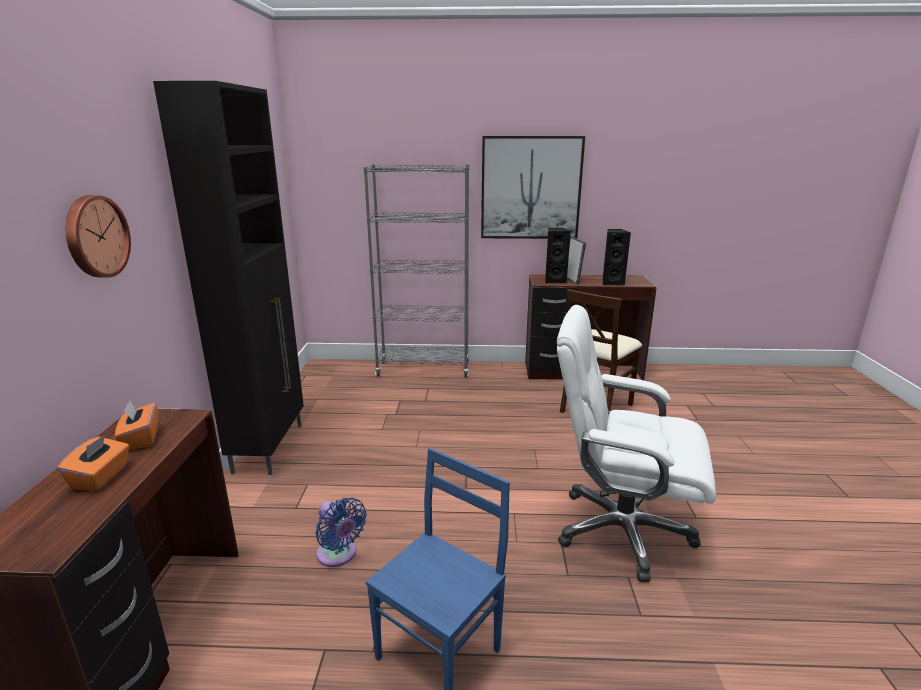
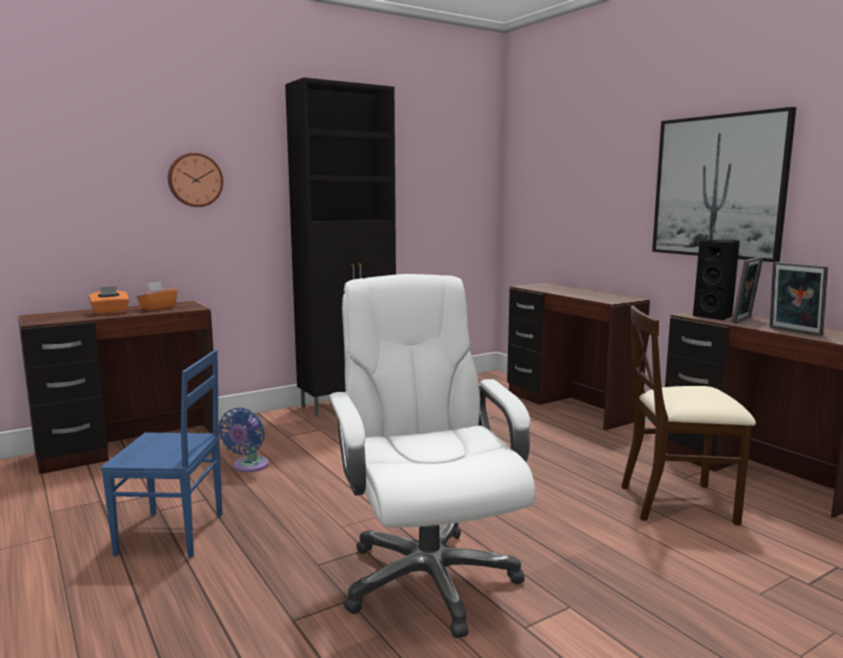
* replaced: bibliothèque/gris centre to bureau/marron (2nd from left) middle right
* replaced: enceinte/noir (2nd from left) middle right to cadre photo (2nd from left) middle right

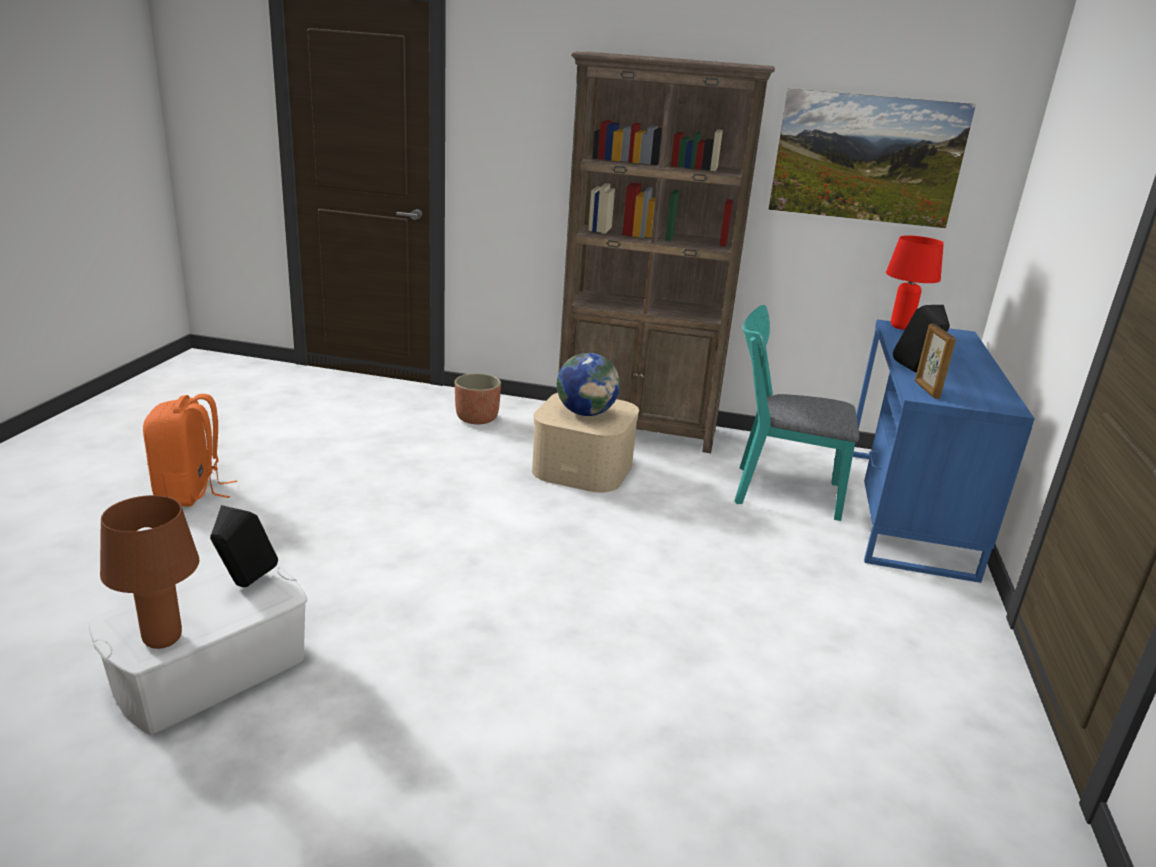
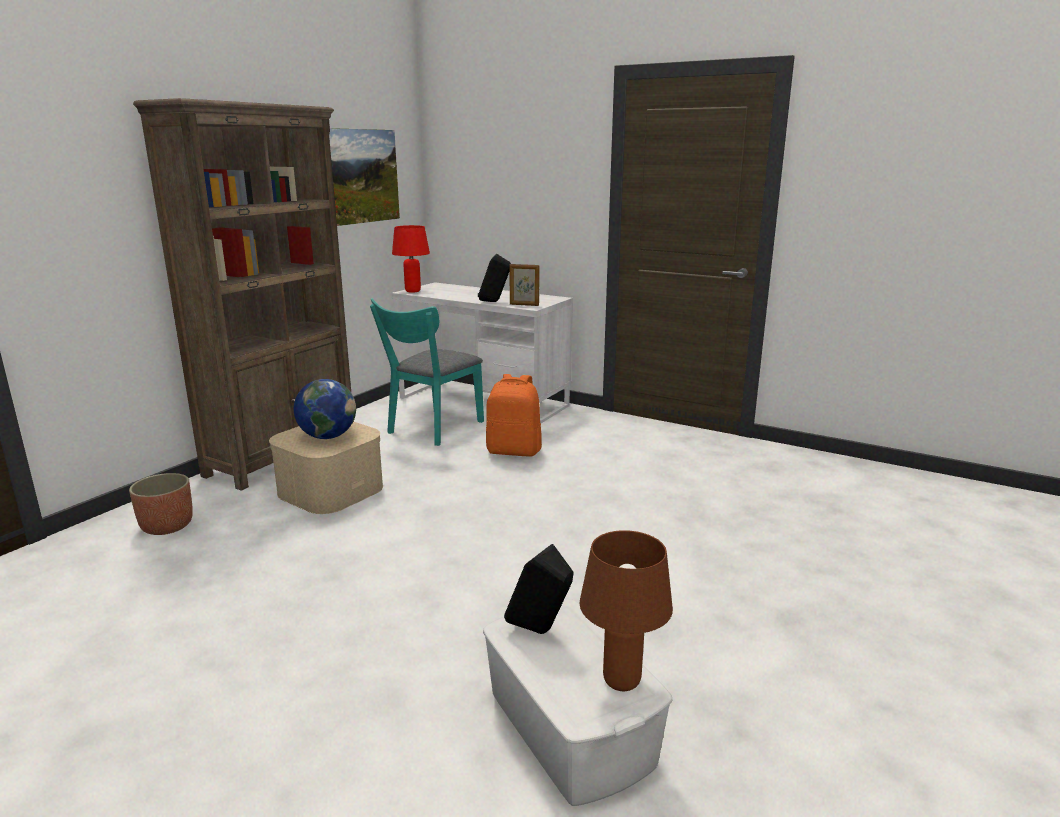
* moved: sac à dos/orange middle left to centre
* recoloured: bureau/bleu middle right to bureau/blanc centre

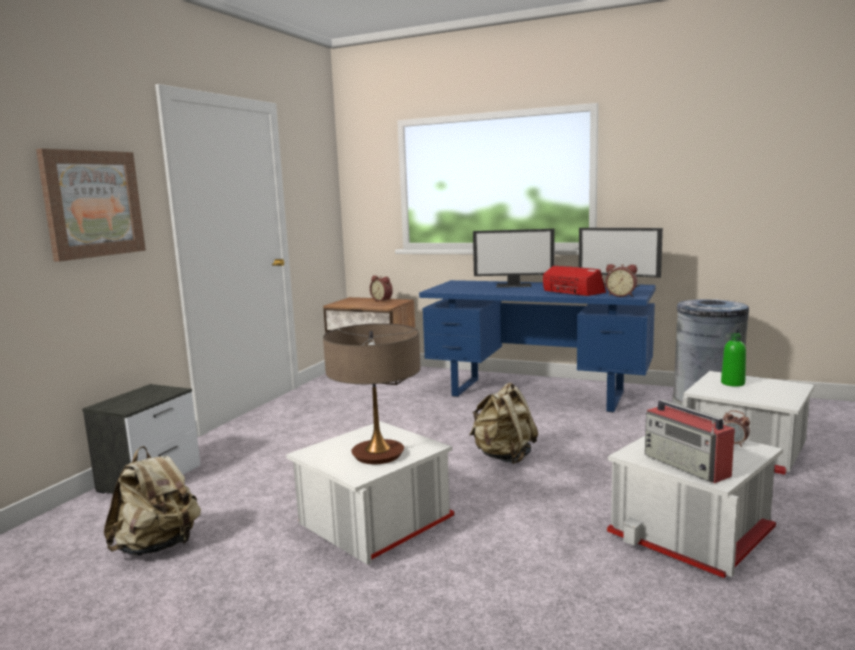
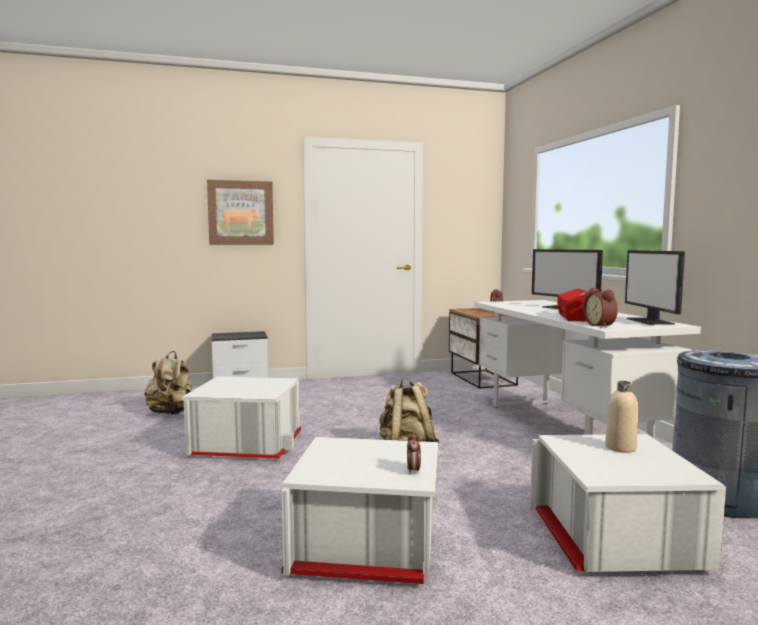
* removed: lampe de table centre
* recoloured: bureau/bleu centre to bureau/blanc middle right
* removed: radio (2nd from left) bottom right
* recoloured: bouteille/vert middle right to bouteille/beige bottom right

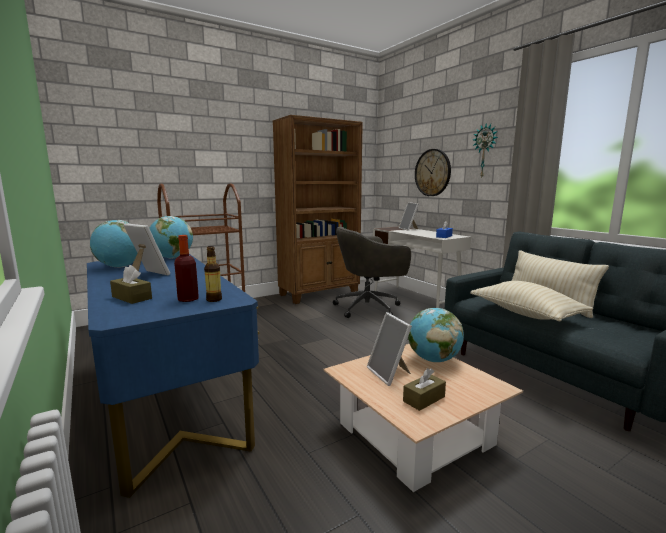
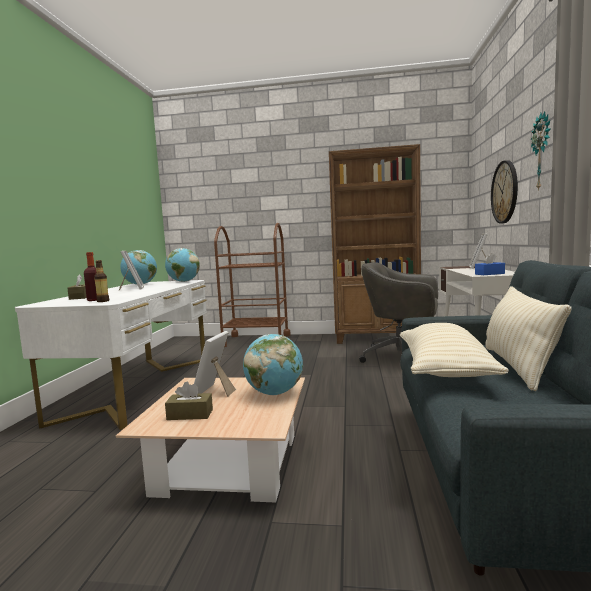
* recoloured: bureau/bleu bottom left to bureau/blanc (1st from left) middle left

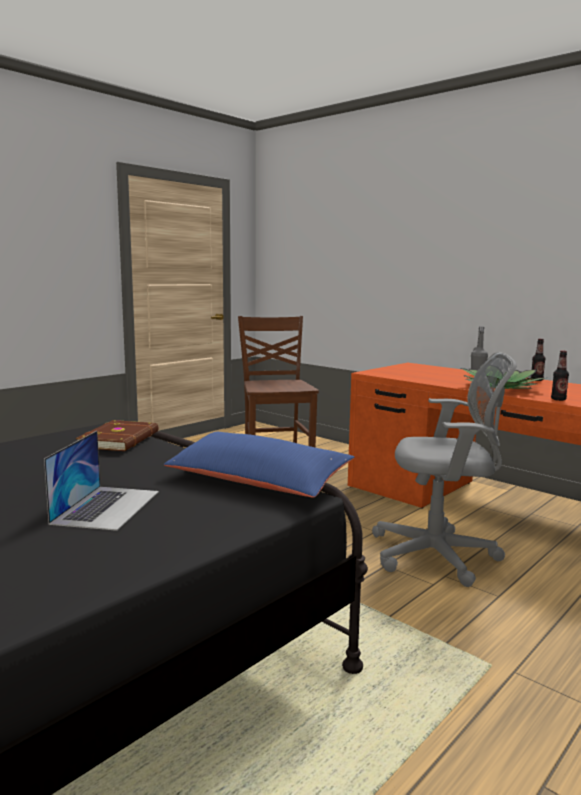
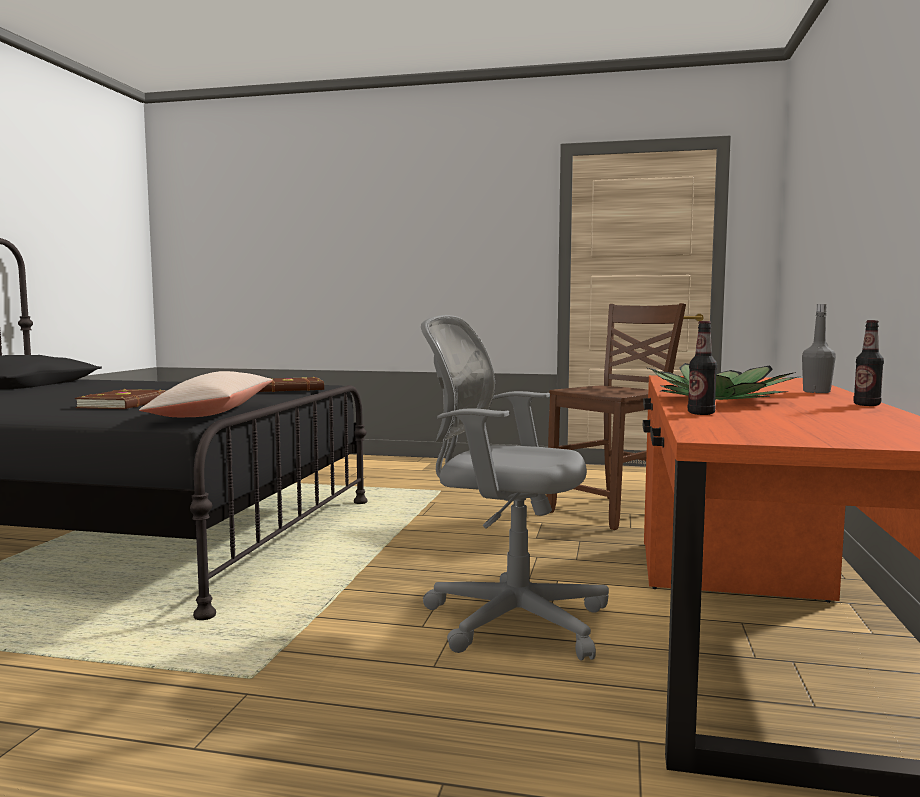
* replaced: ordinateur portable middle left to livre/marron (1st from left) middle left
* recoloured: coussin/bleu centre to coussin/beige middle left
* turned: chaise de bureau/gris middle right = centre 135 degrees clockwise

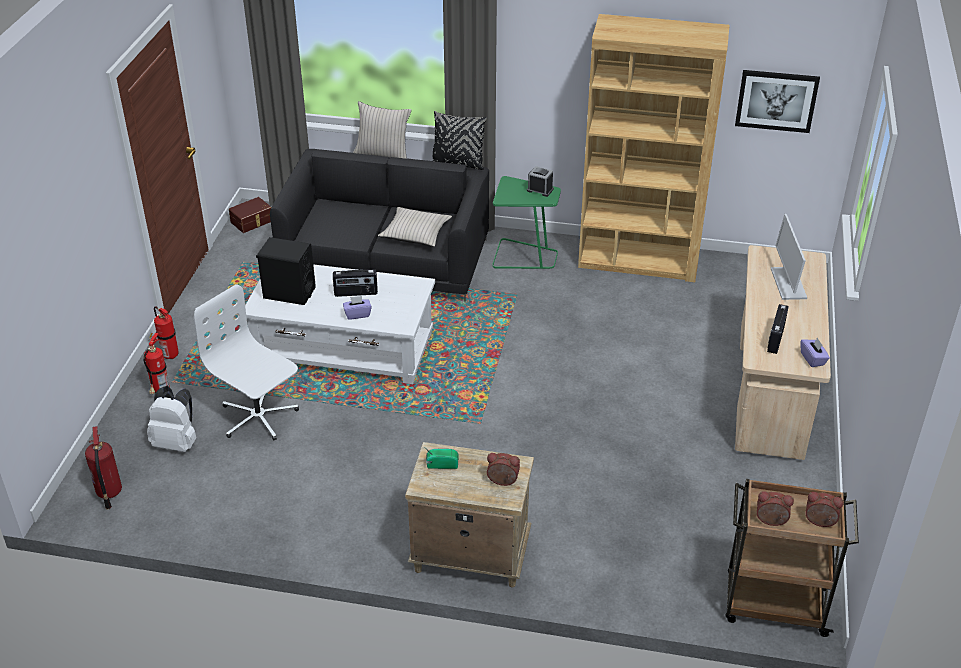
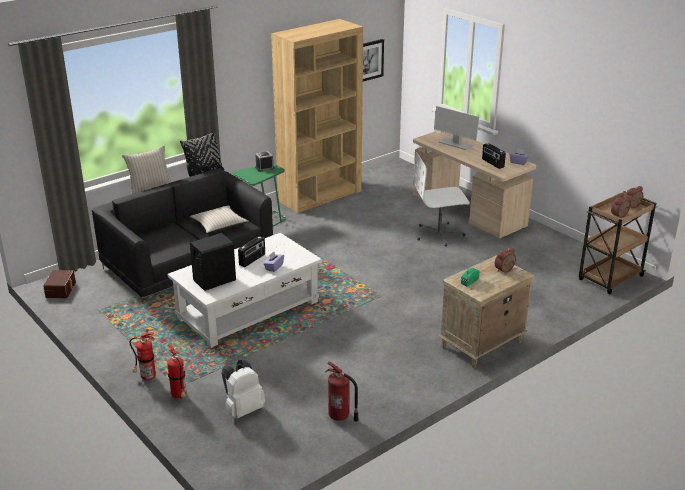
* moved: extincteur (1st from left in the first image) bottom left to extincteur (3rd from left) bottom centre
* moved: chaise de bureau/blanc middle left to centre

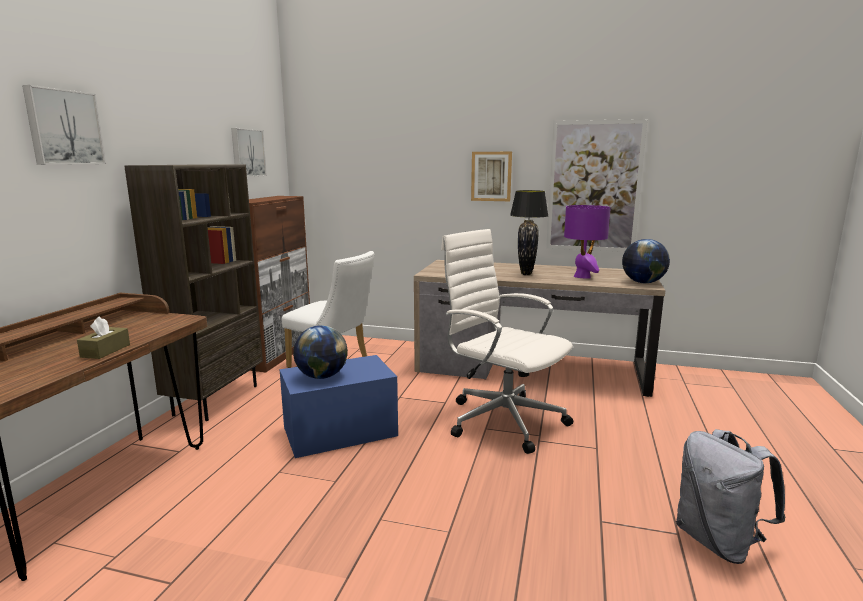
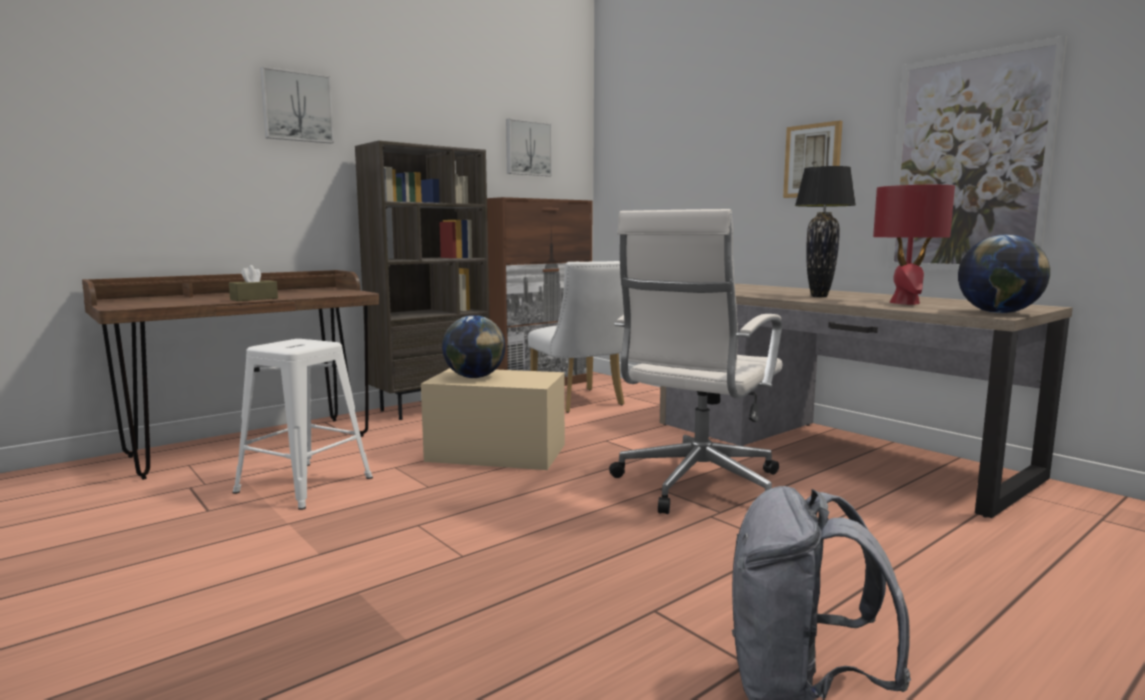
* recoloured: boîte de rangement/bleu bottom centre to boîte de rangement/beige centre
* turned: chaise de bureau/blanc centre = centre 135 degrees counterclockwise
* recoloured: lampe de table/violet middle right to lampe de table/rouge middle right
* added: tabouret/blanc middle left

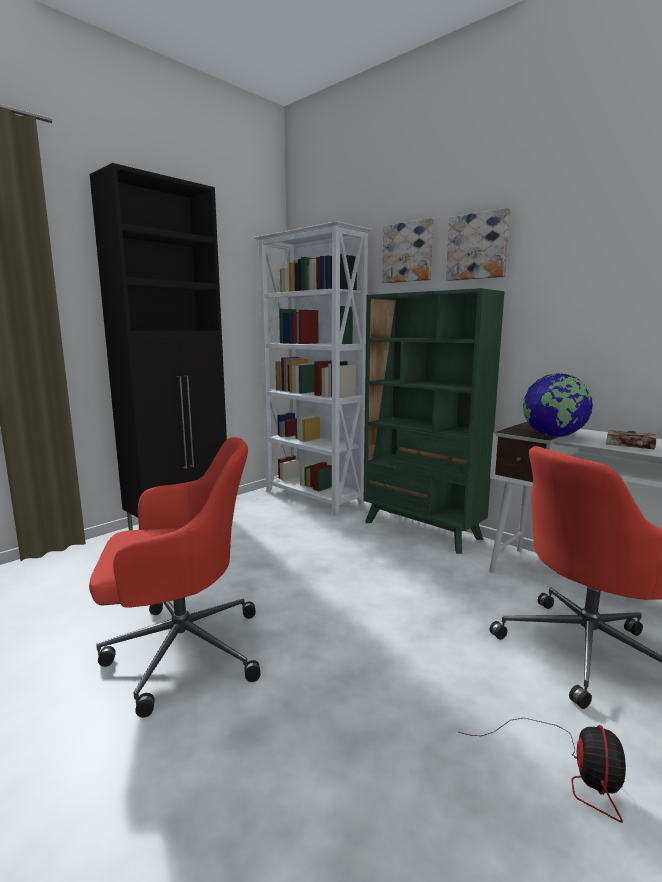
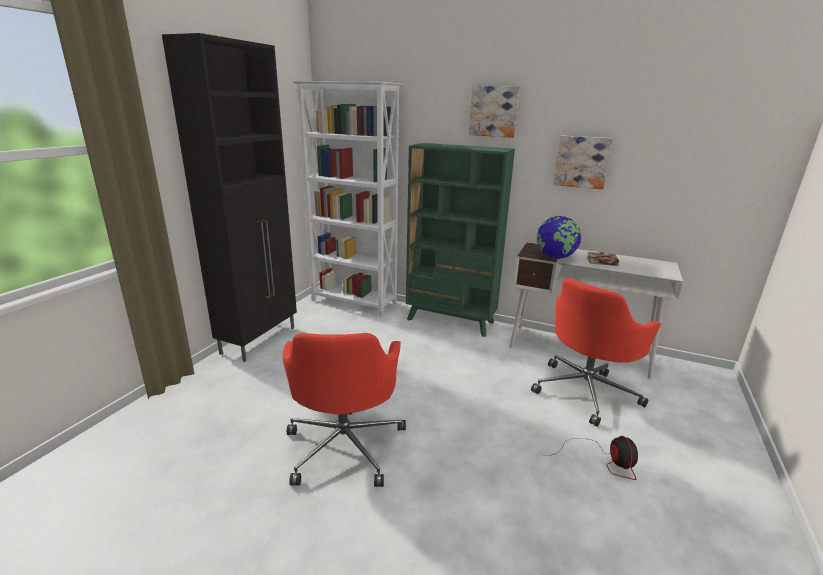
* turned: chaise de bureau/rouge (1st from left) middle left = bottom centre 120 degrees clockwise
* moved: tableau (1st from left in the first image) top centre to tableau (2nd from left) top right

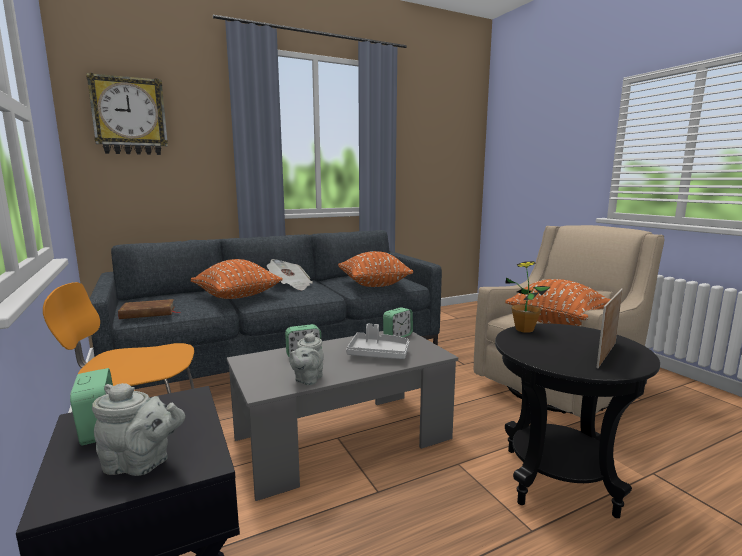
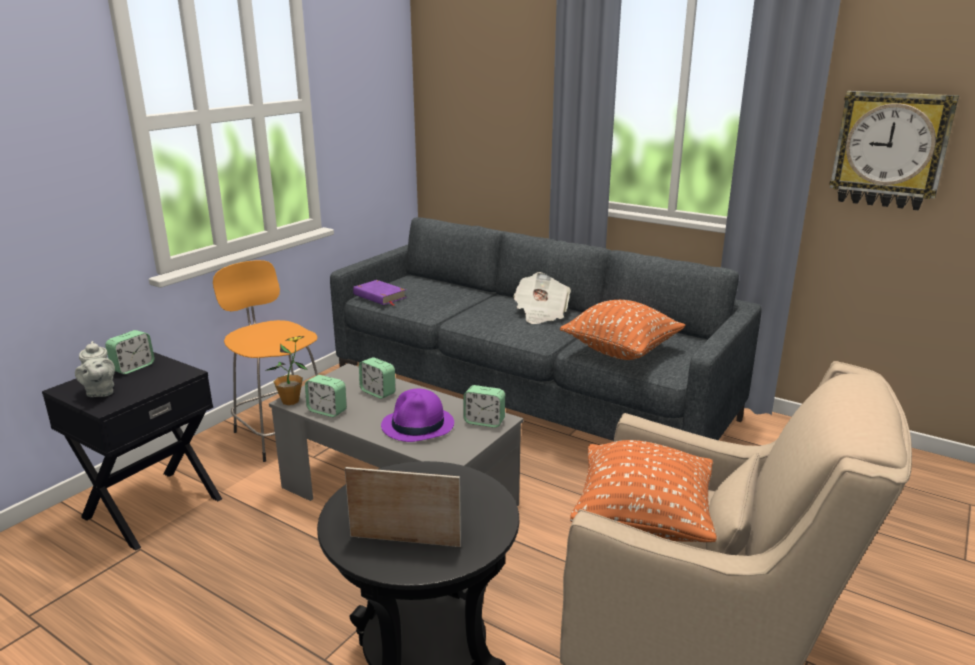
* moved: horloge murale top left to top right
* recoloured: livre/marron middle left to livre/violet centre
* removed: coussin/orange (1st from left) middle left
* replaced: théière/gris (2nd from left) centre to réveil (2nd from left) centre
* replaced: plateau/gris centre to chapeau/violet centre
* moved: plante en pot middle right to middle left

